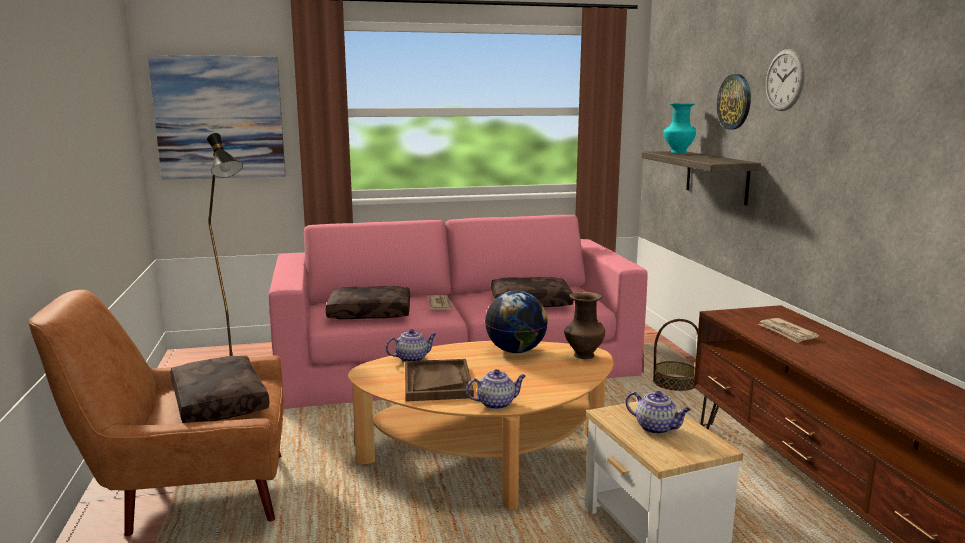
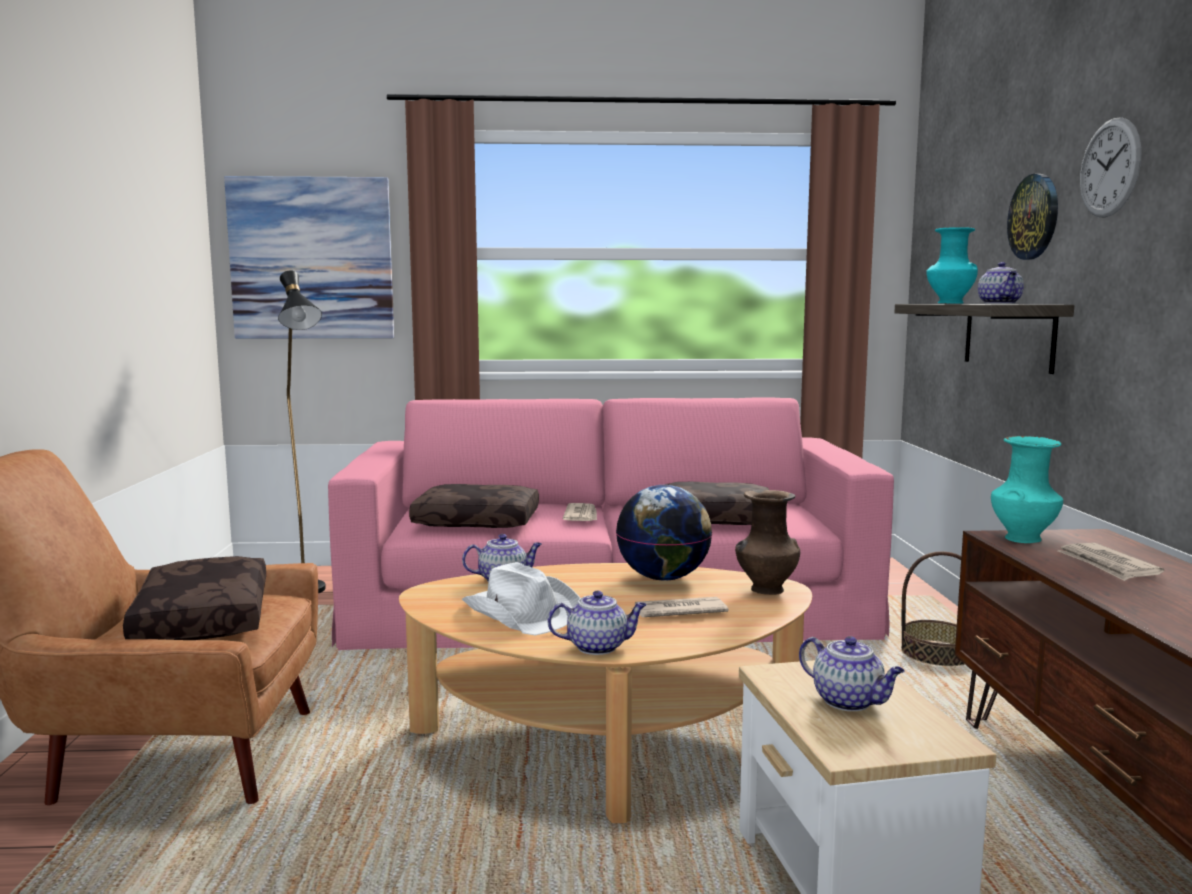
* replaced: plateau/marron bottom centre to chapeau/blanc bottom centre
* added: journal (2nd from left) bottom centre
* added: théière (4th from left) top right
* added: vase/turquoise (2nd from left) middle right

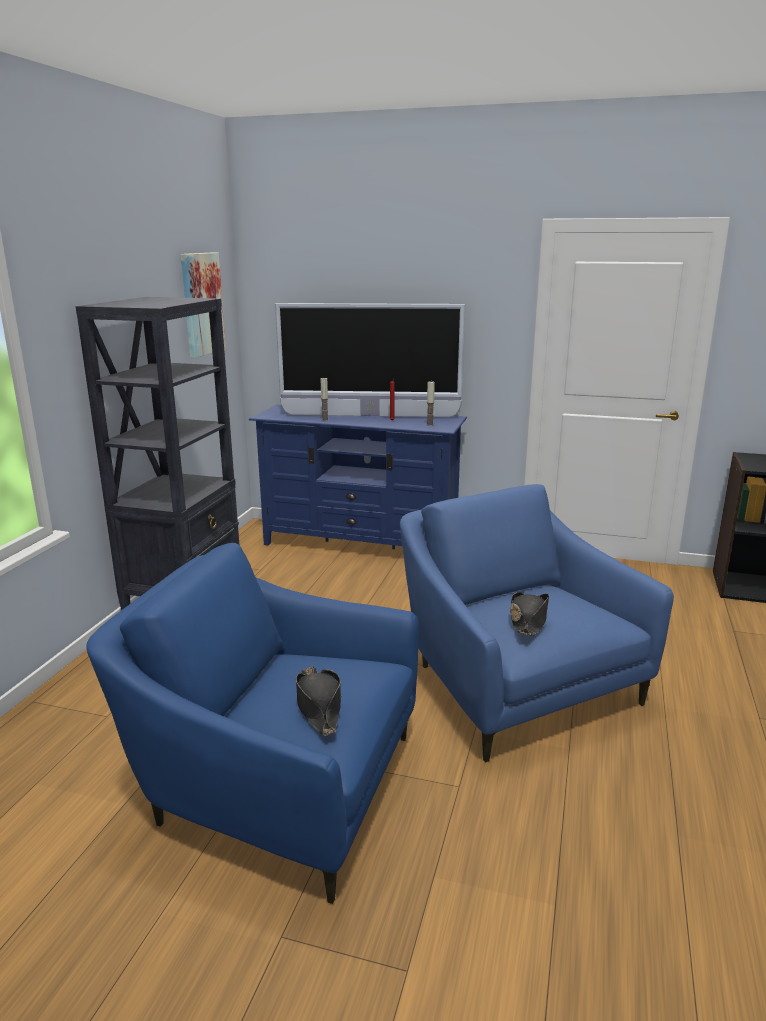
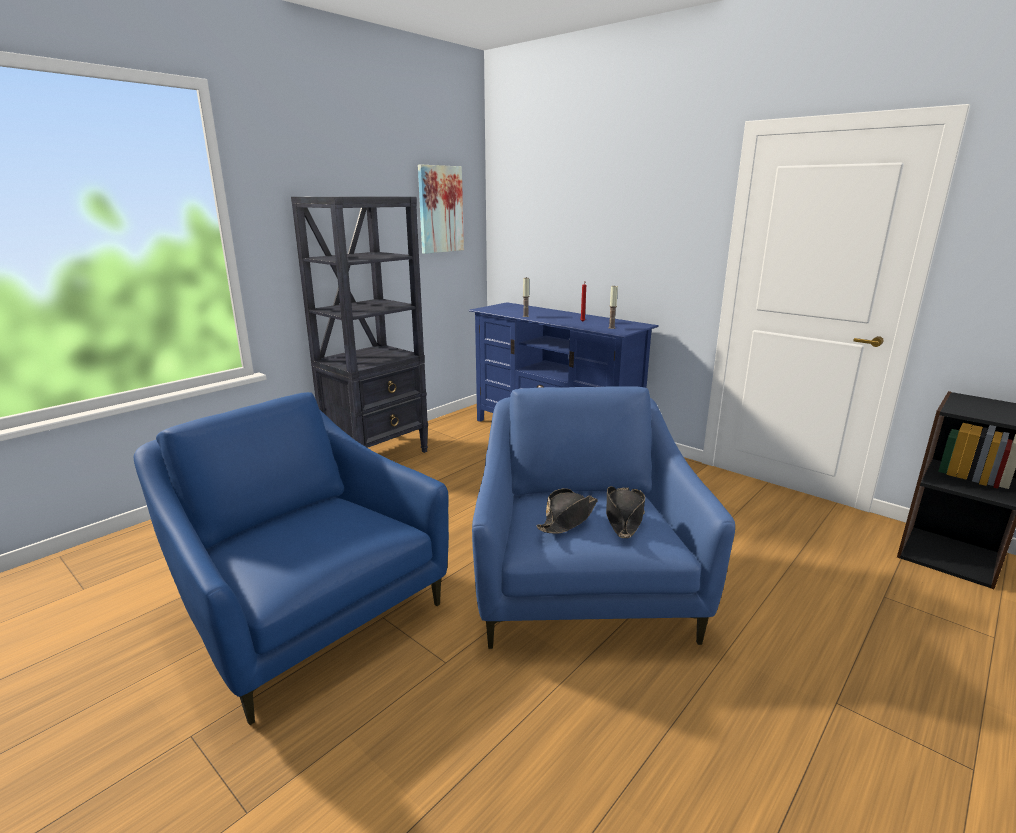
* removed: téléviseur centre
* moved: chapeau/noir (1st from left in the first image) bottom centre to chapeau/noir (2nd from left) centre

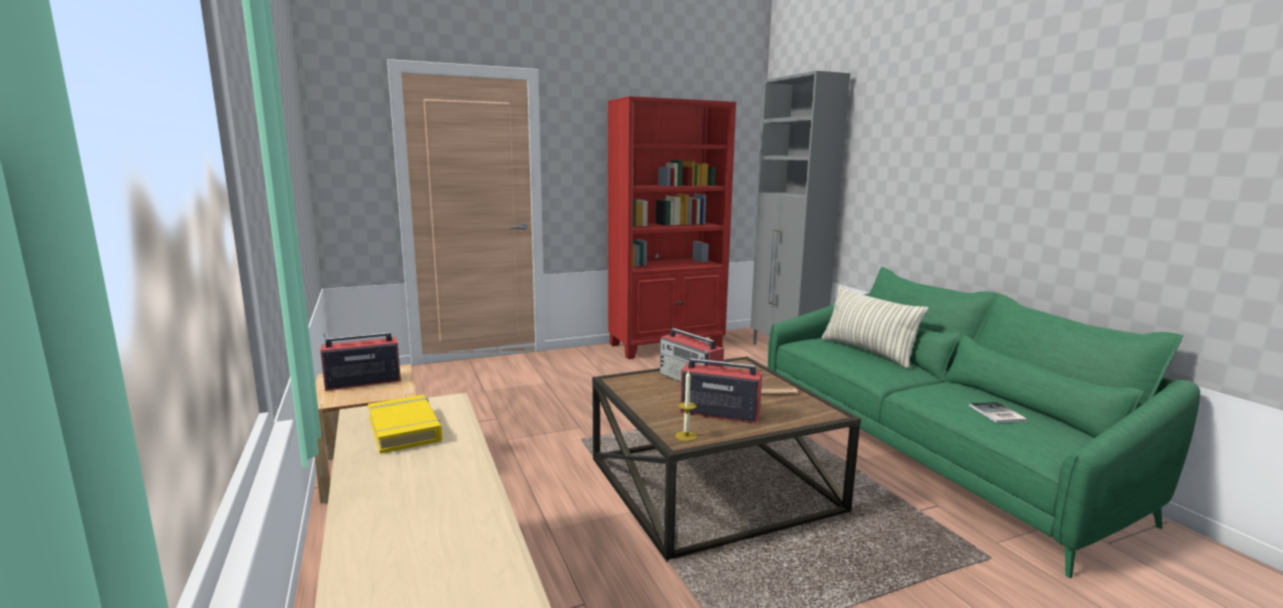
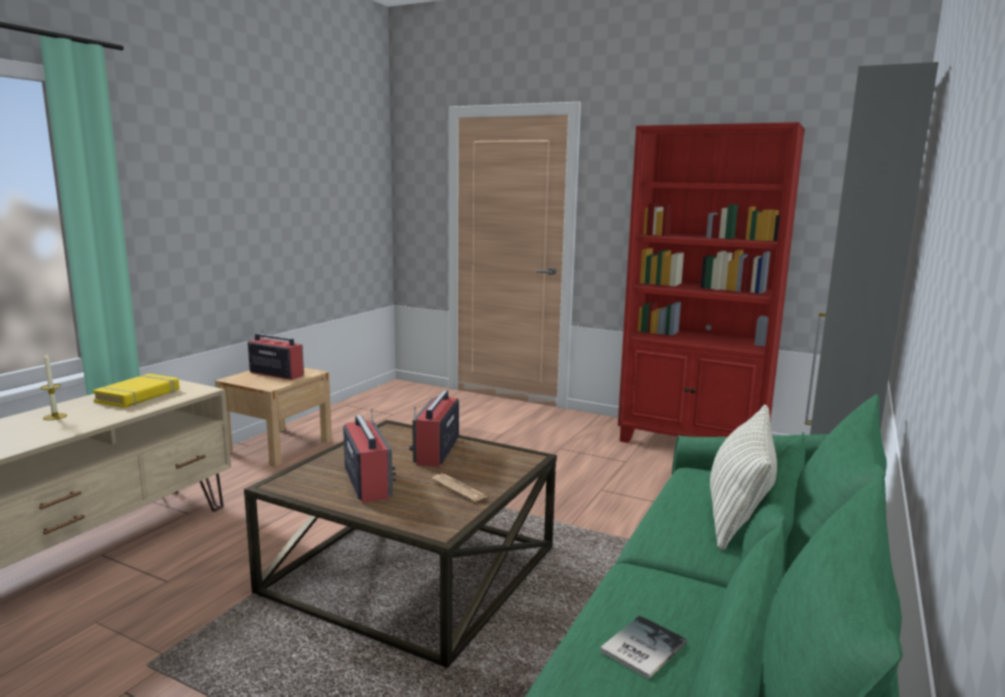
* moved: bougie bottom centre to middle left

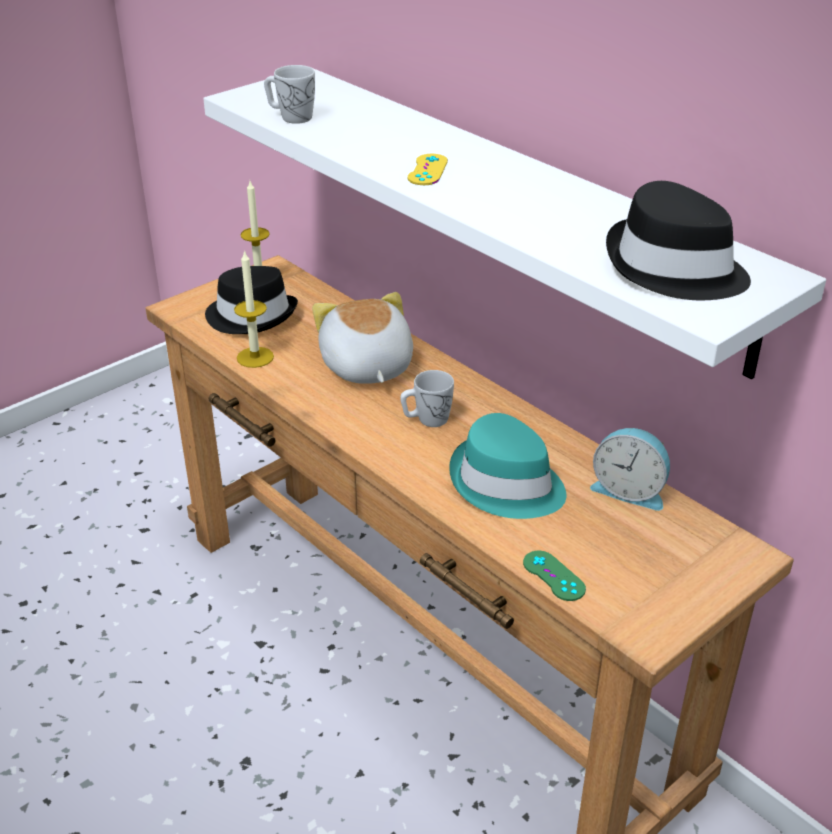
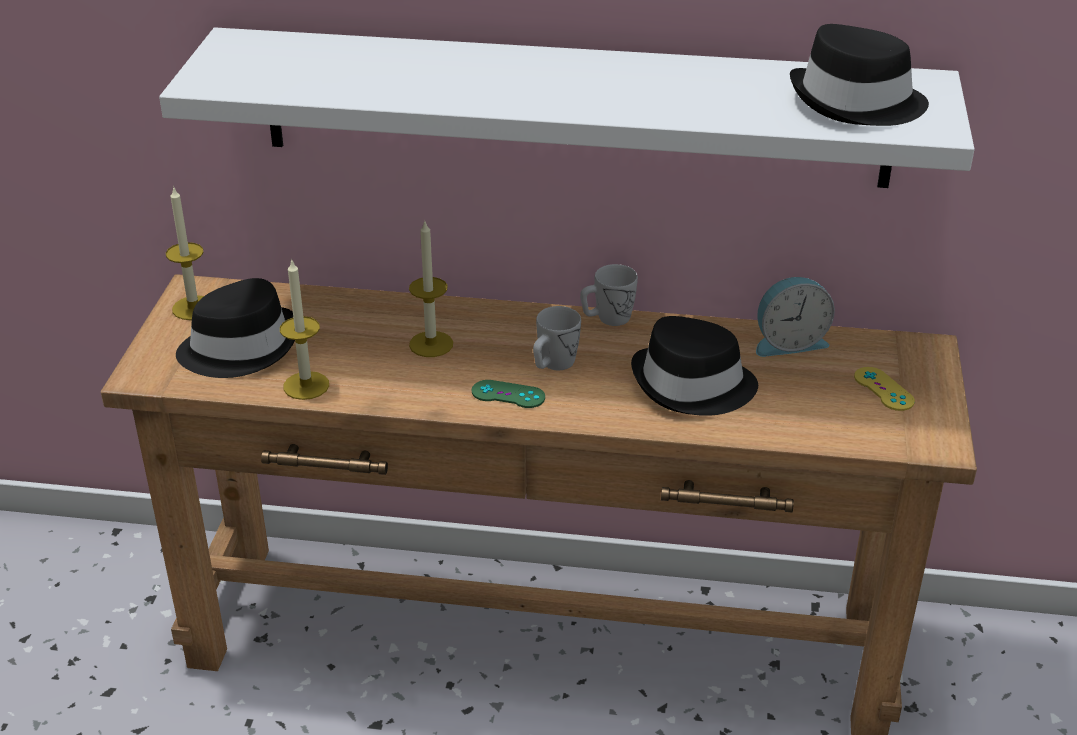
* moved: mug/blanc (1st from left in the first image) top centre to mug/blanc (2nd from left) centre
* replaced: peluche centre to bougie (3rd from left) centre
* moved: manette/jaune top centre to middle right
* recoloured: chapeau/turquoise centre to chapeau/noir (2nd from left) centre
* moved: manette/vert bottom centre to centre

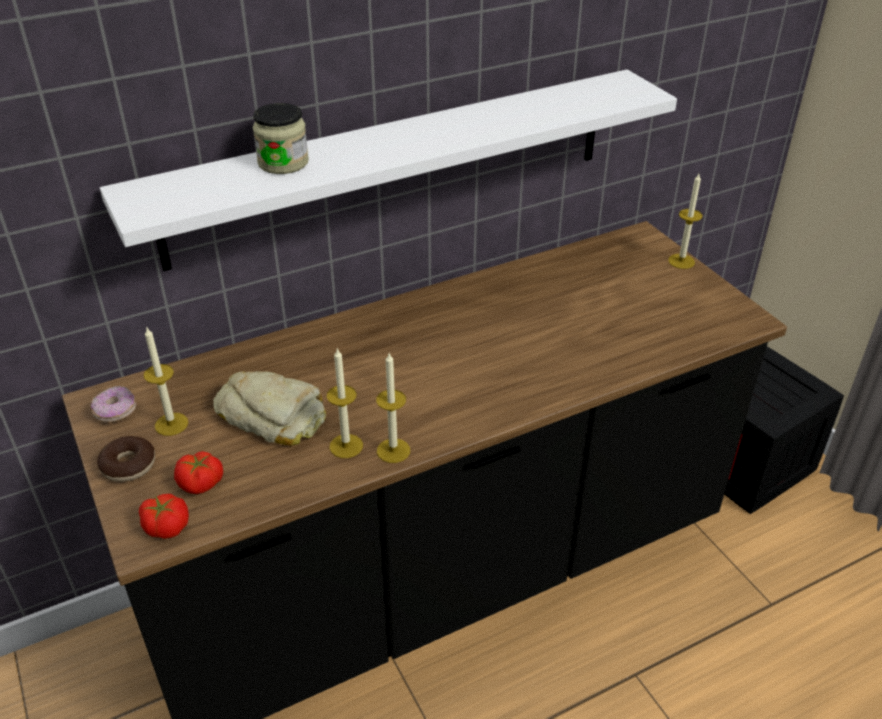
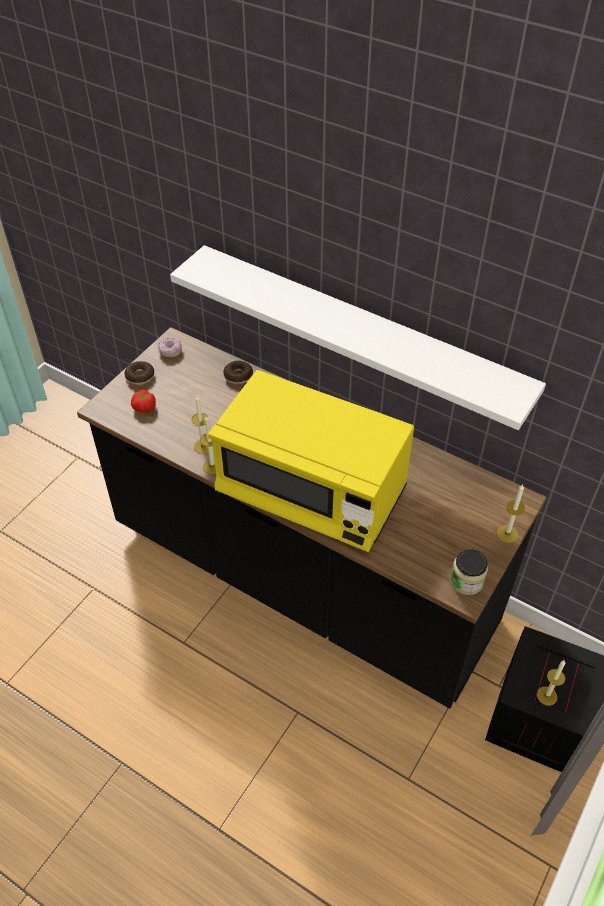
* removed: tomate (1st from left) bottom left
* moved: bougie (1st from left in the first image) middle left to bougie (4th from left) bottom right
* removed: pain middle left
* moved: bocal top left to middle right
* added: micro-ondes/jaune centre
* added: beignet (3rd from left) centre

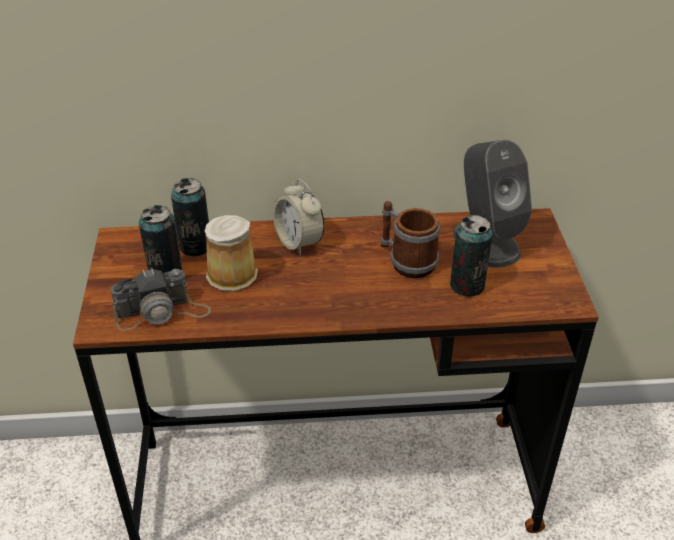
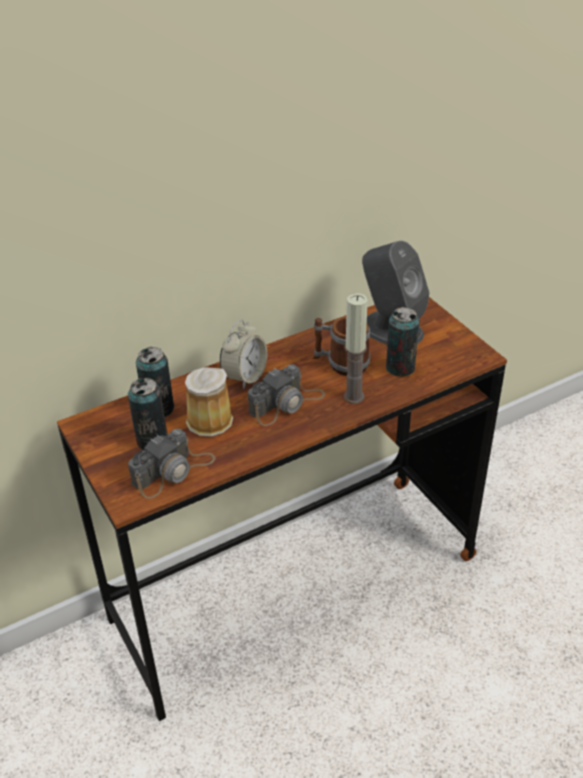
* turned: réveil centre = centre 90 degrees counterclockwise
* added: appareil photo (2nd from left) centre
* added: bougie centre

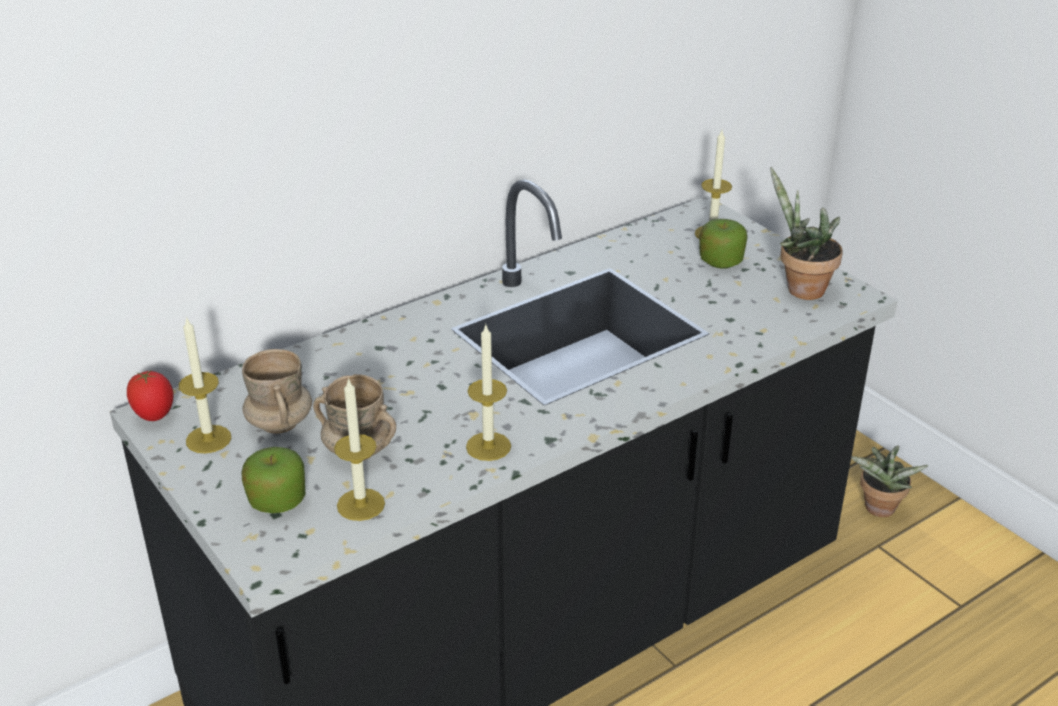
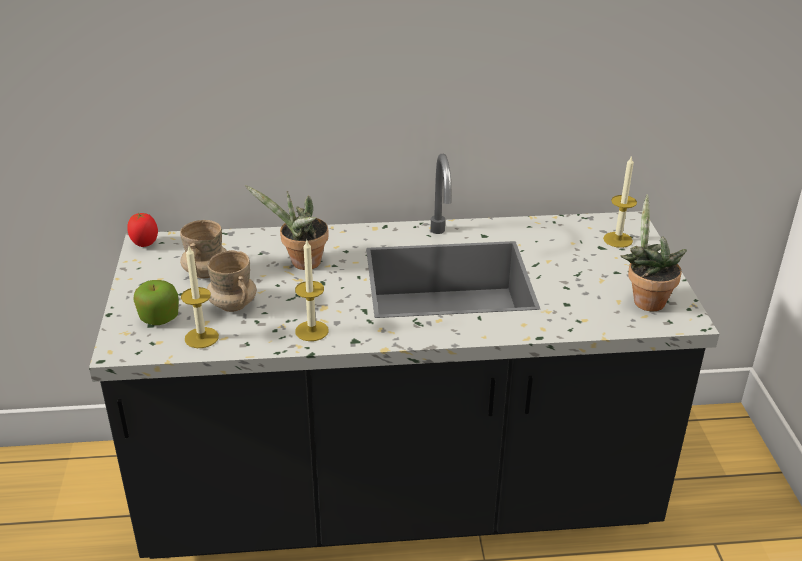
* removed: bougie (1st from left) middle left
* removed: pomme (2nd from left) middle right
* moved: plante en pot (2nd from left in the first image) bottom right to plante en pot (1st from left) centre

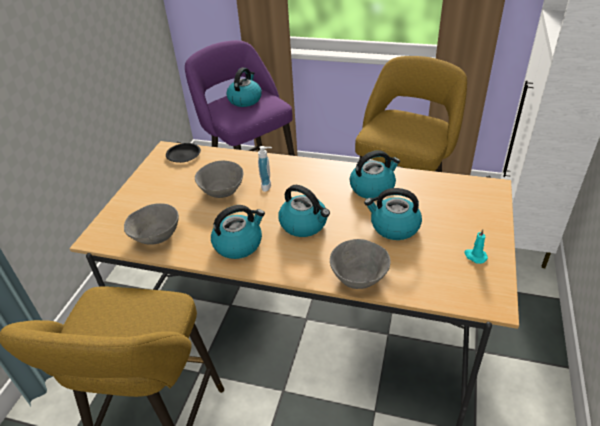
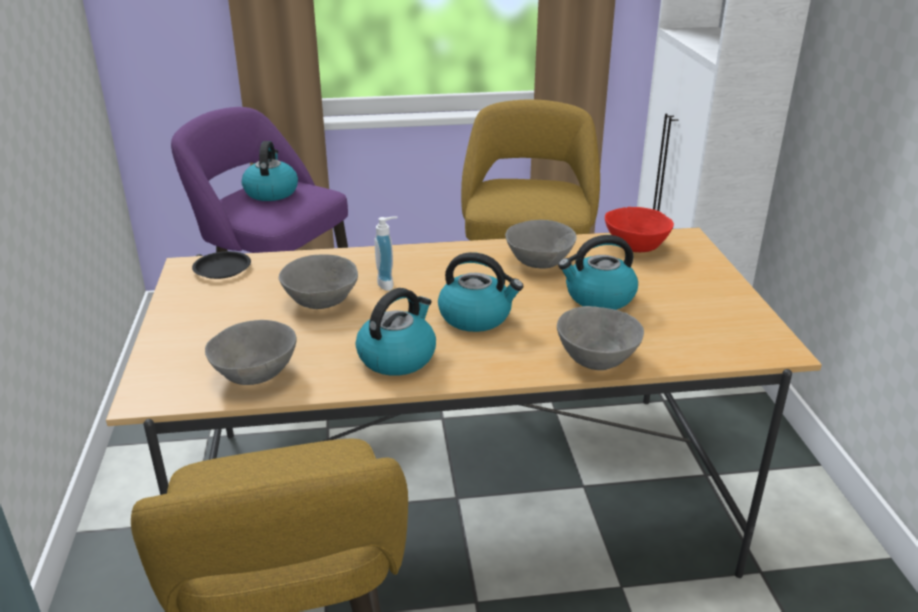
* replaced: bouilloire (4th from left) centre to bol/gris (3rd from left) centre
* removed: bougie/turquoise middle right
* added: bol/rouge middle right

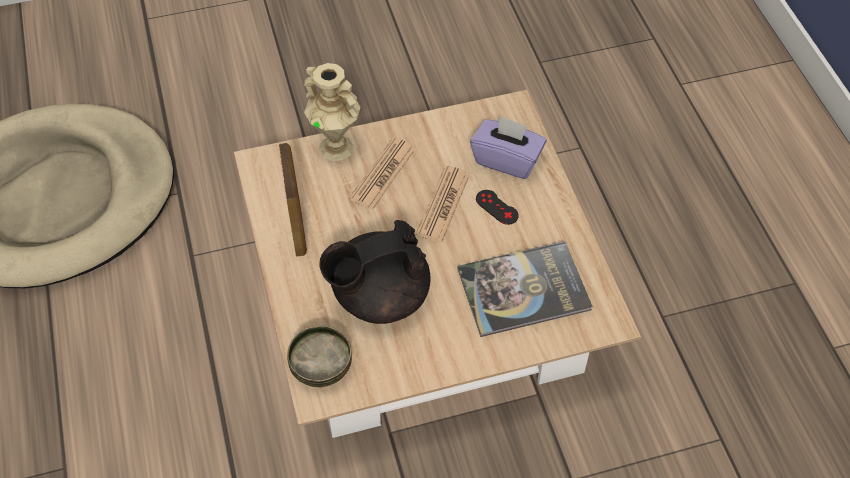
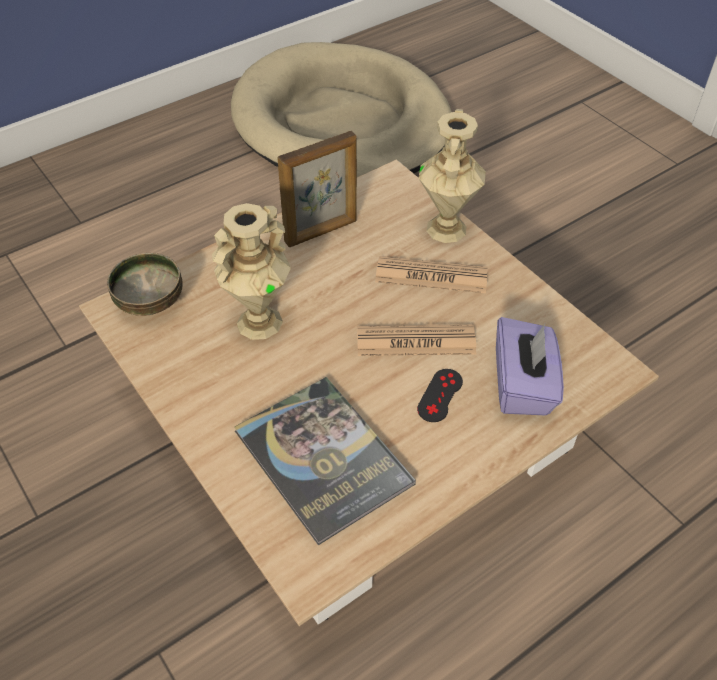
* replaced: théière/noir centre to vase/beige (1st from left) centre

